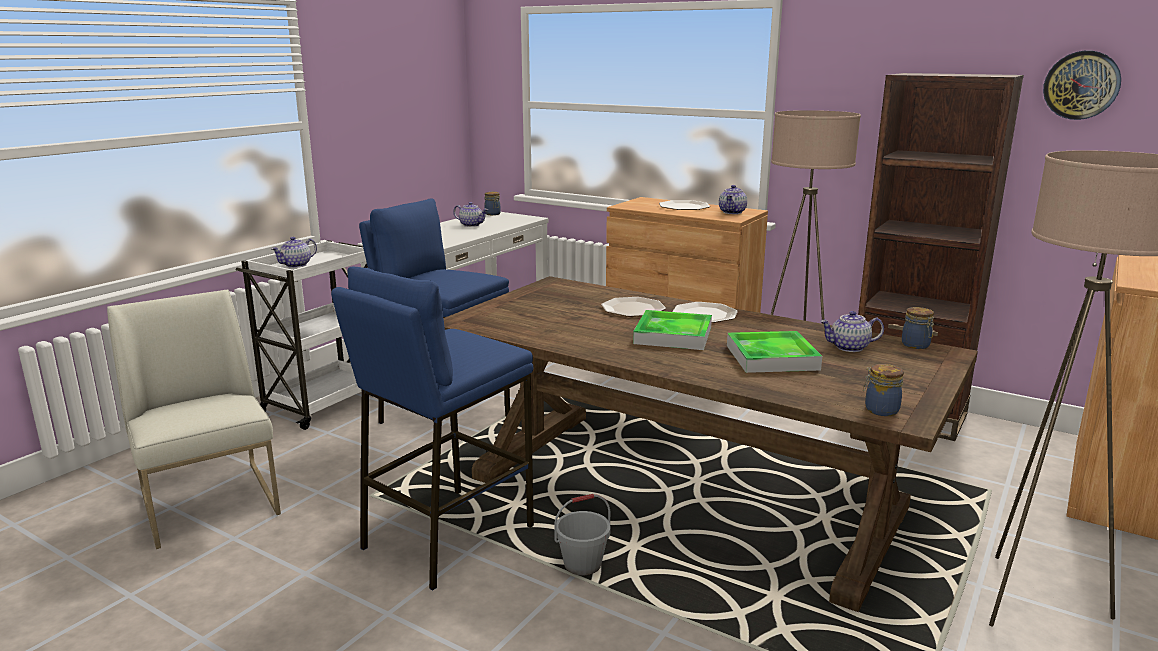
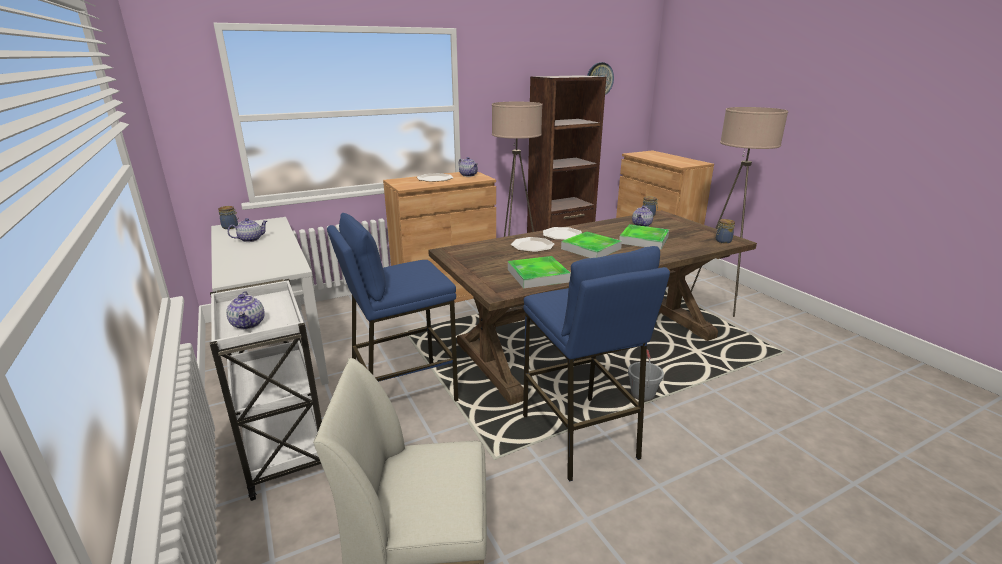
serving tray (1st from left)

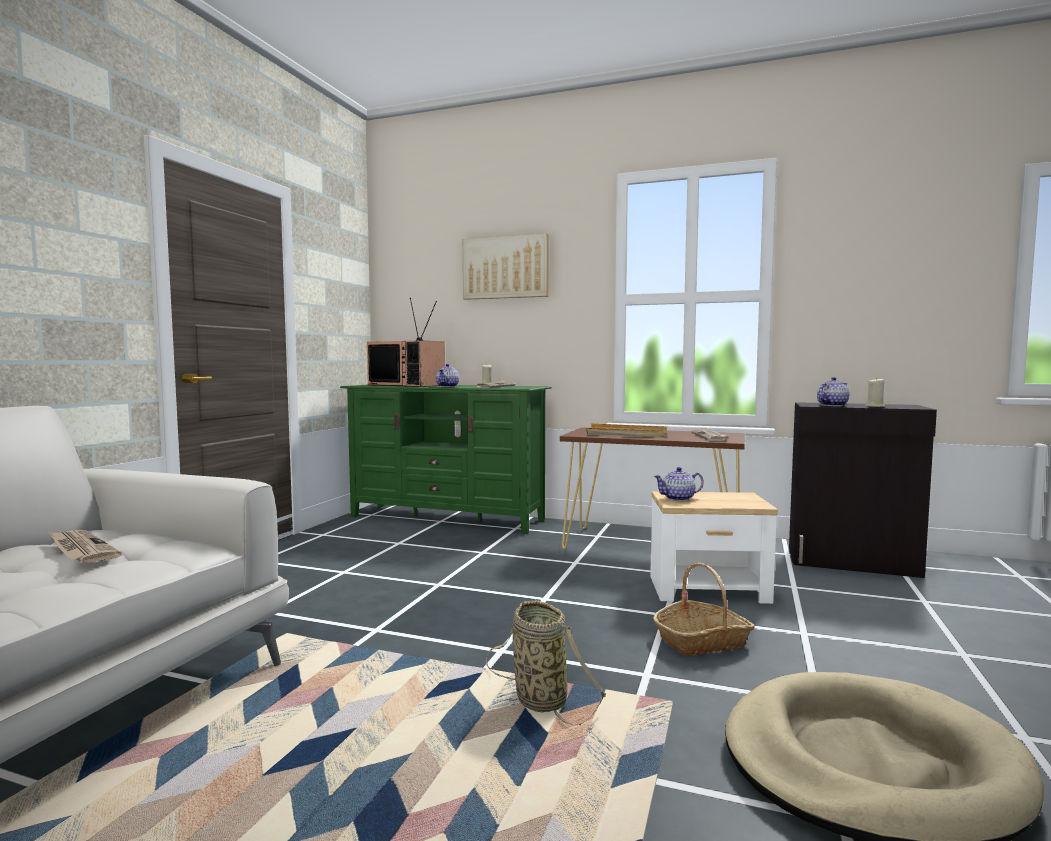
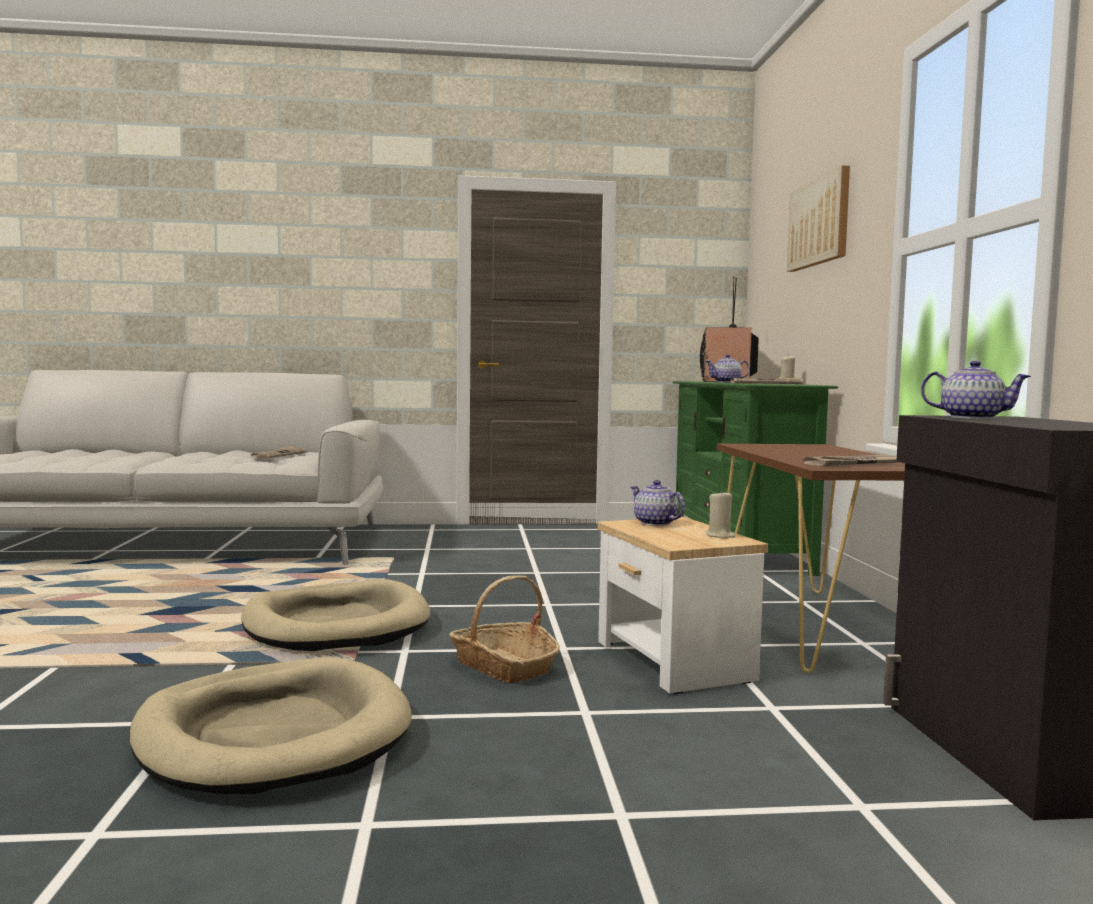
serving tray (beige-coloured); candle (beige-coloured) (1st from left); pet bed (beige-coloured) (2nd from left)

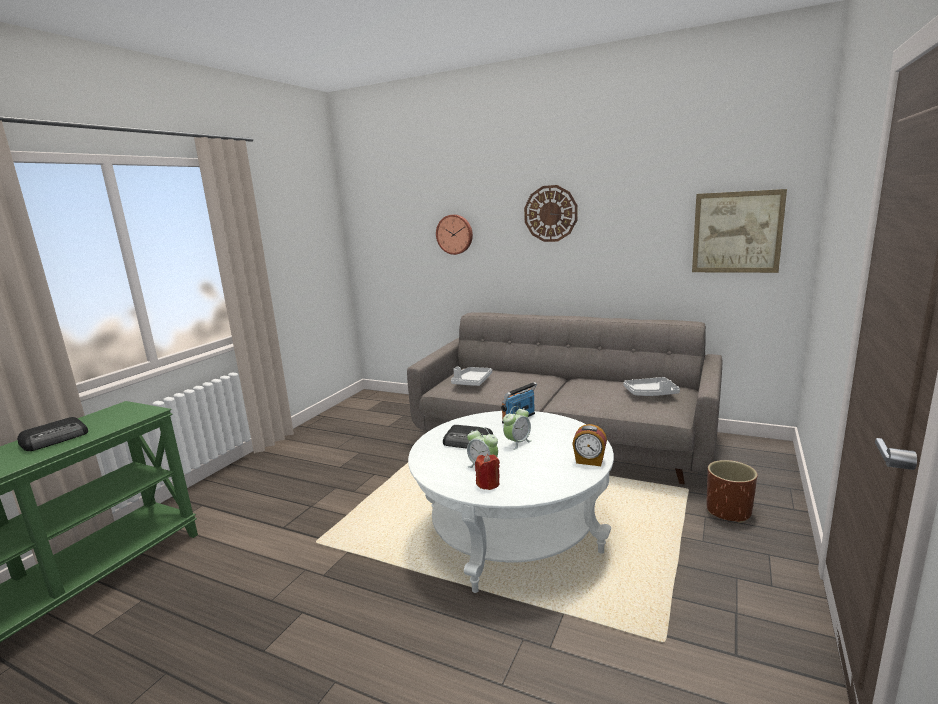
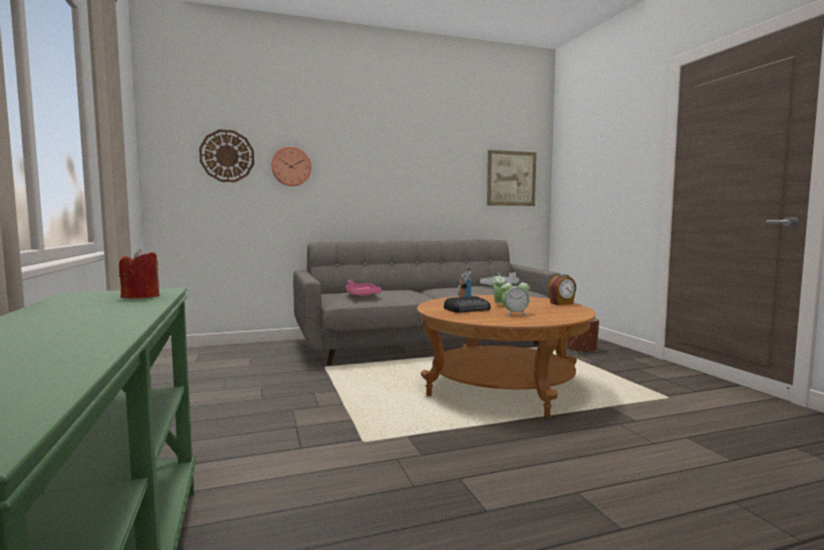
radio receiver (1st from left in the first image); candle (red-coloured); clock on the wall (1st from left); coffee table (brown-coloured); serving tray (pinkish)

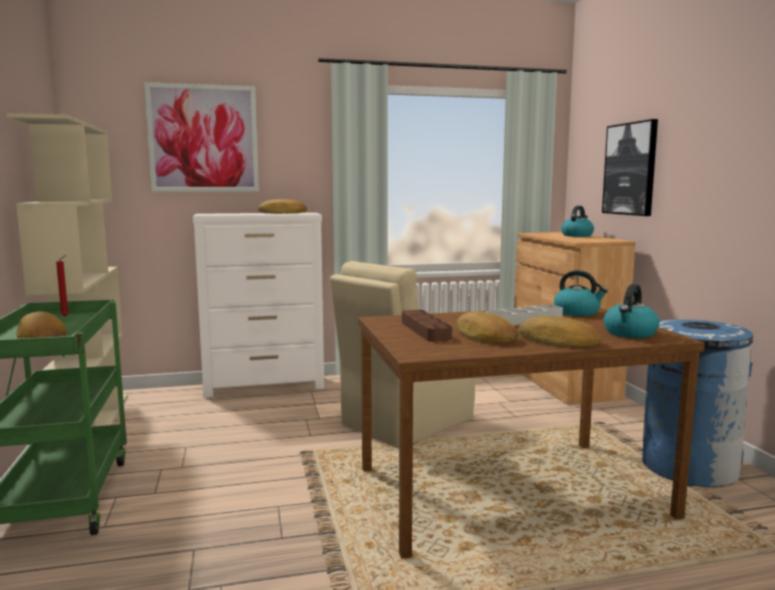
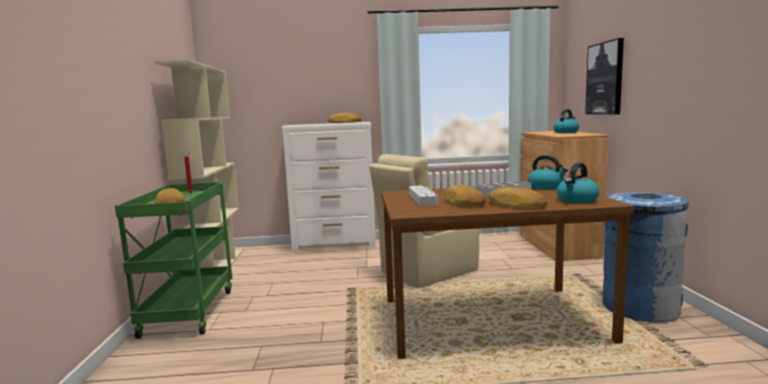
wall picture (1st from left in the first image); serving tray (greyish) (1st from left)

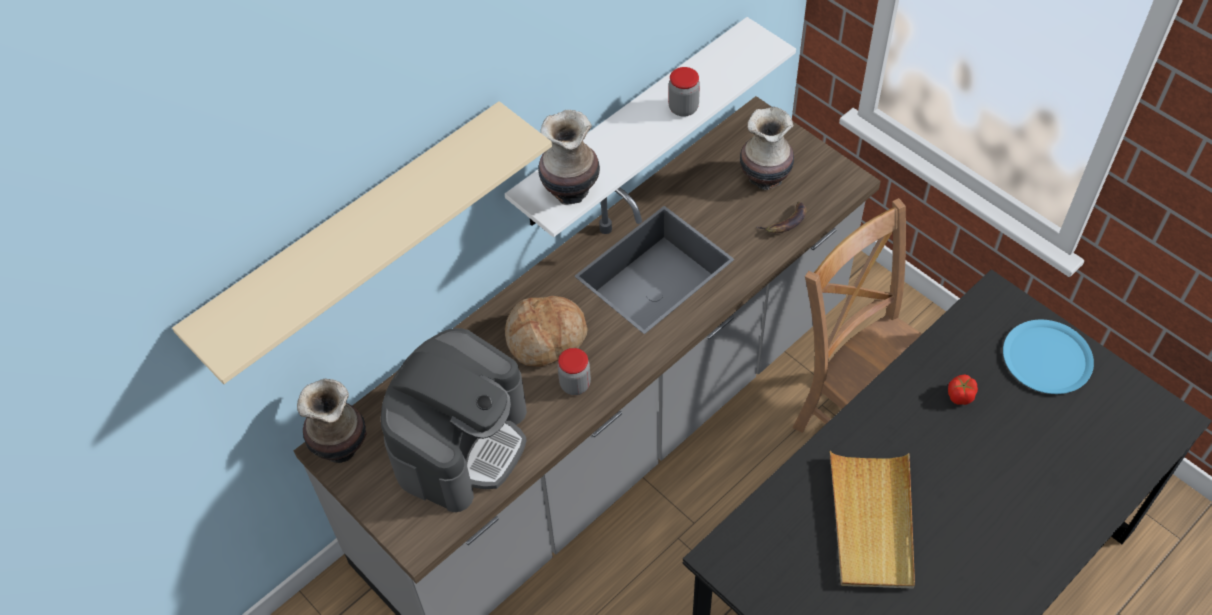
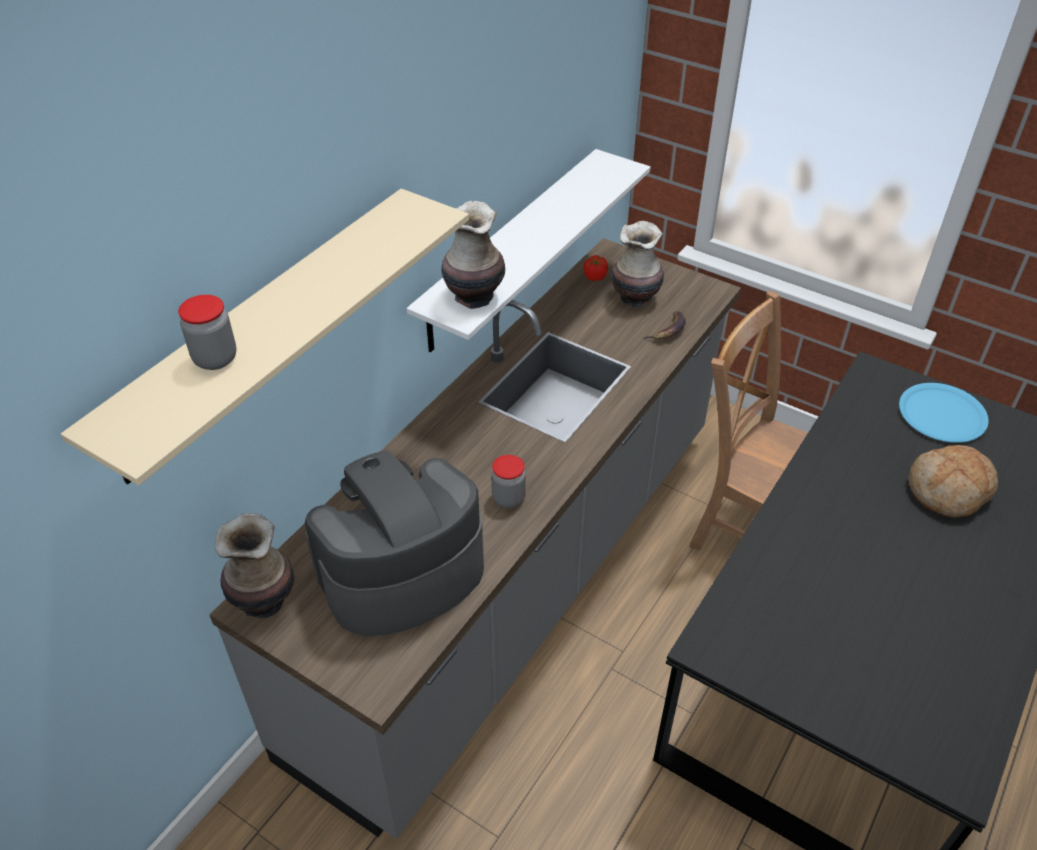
serving tray (beige-coloured); bakery bread; jar (1st from left); whole tomato; coffee maker

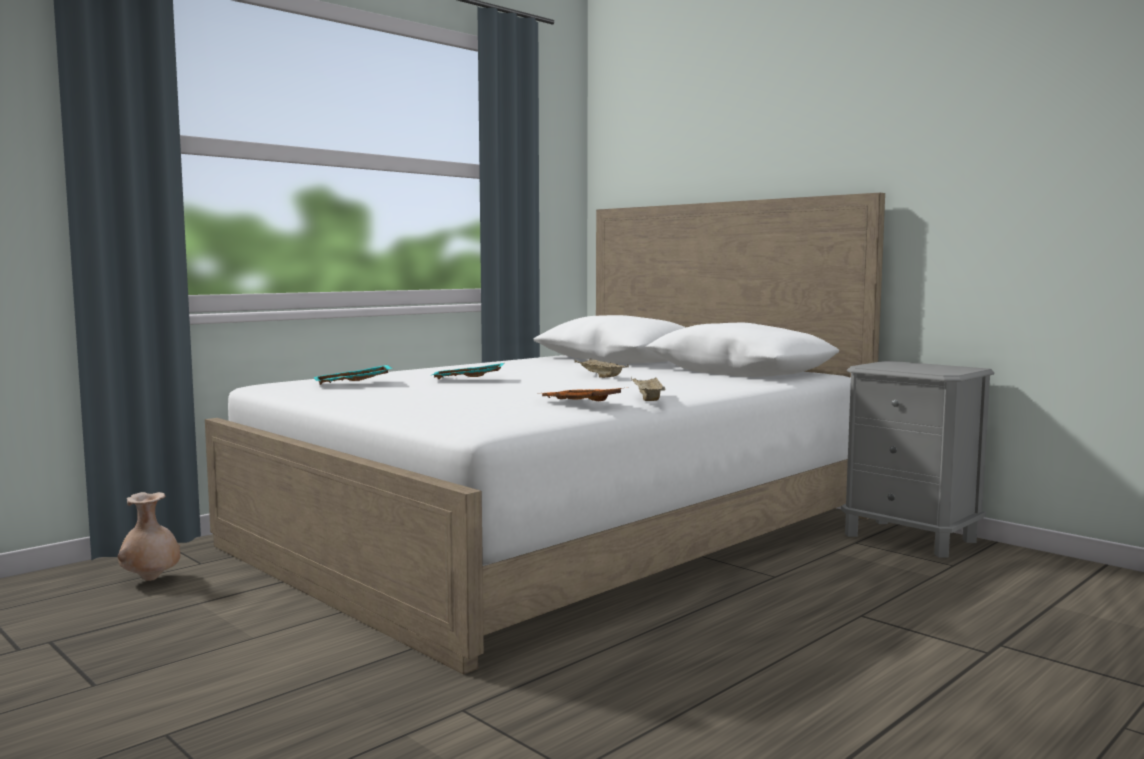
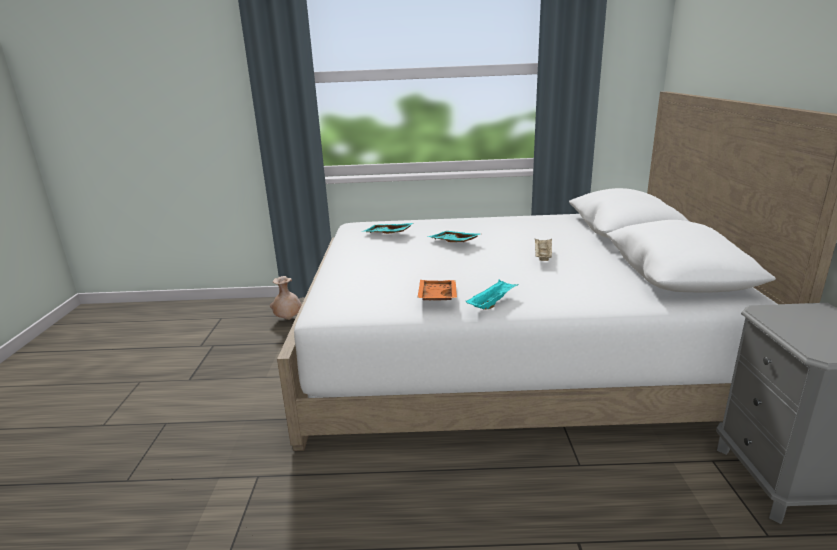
serving tray (turquoise) (3rd from left)

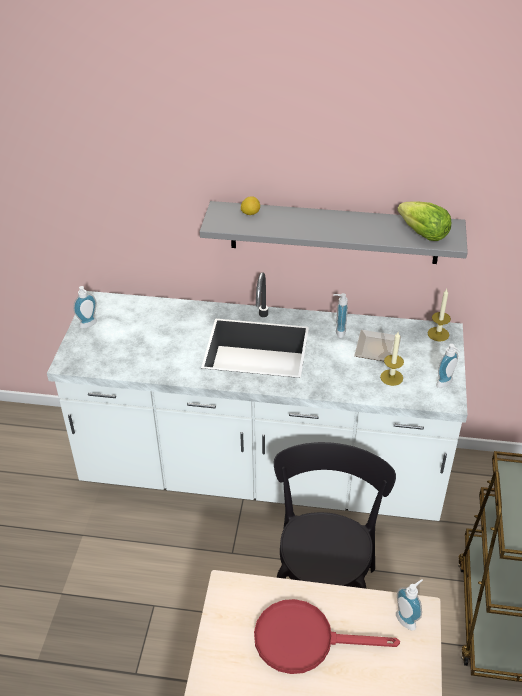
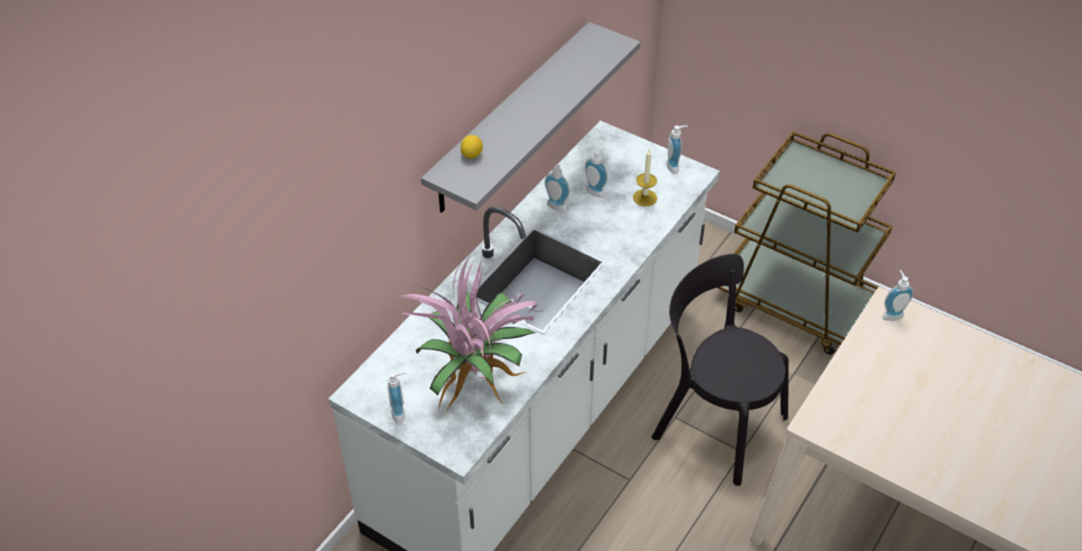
frying pan (red-coloured); lettuce; candle (2nd from left in the first image); houseplant; soap dispenser (3rd from left)

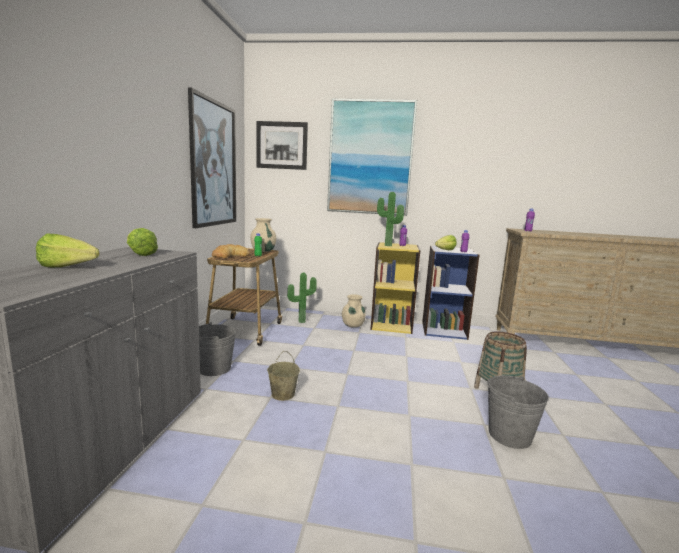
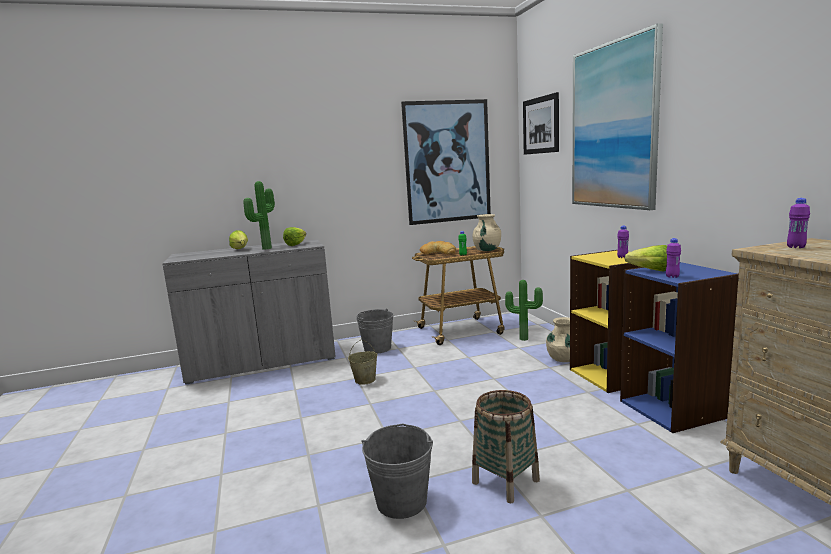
houseplant (1st from left)

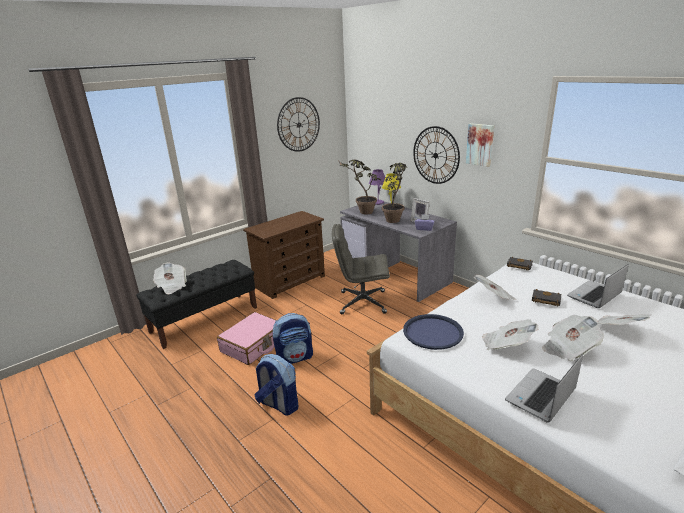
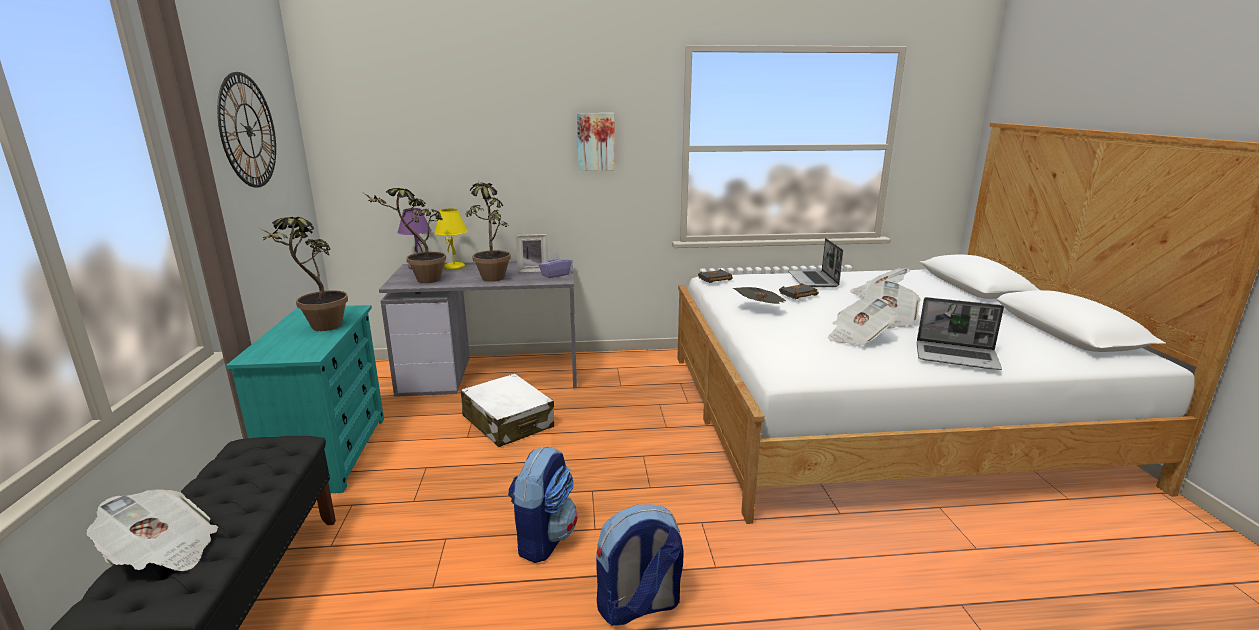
travel case (pinkish); serving tray (blue); clock on the wall (2nd from left in the first image); houseplant (1st from left); travel case (white); chest of drawers (turquoise); portable computer (2nd from left)

